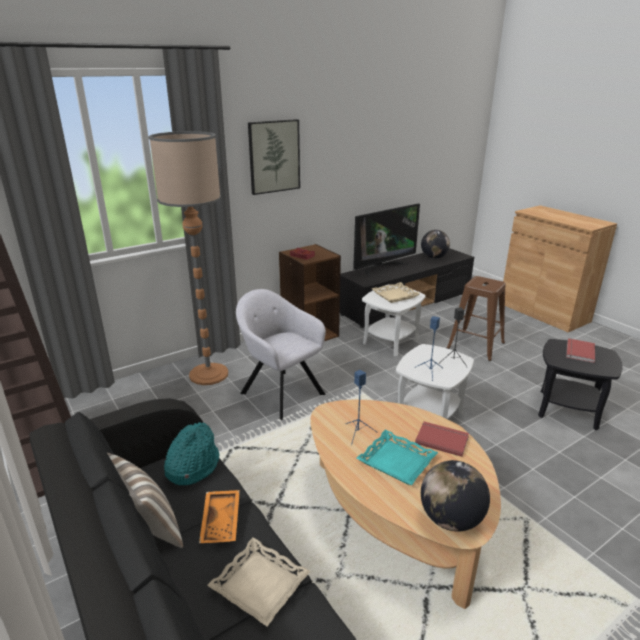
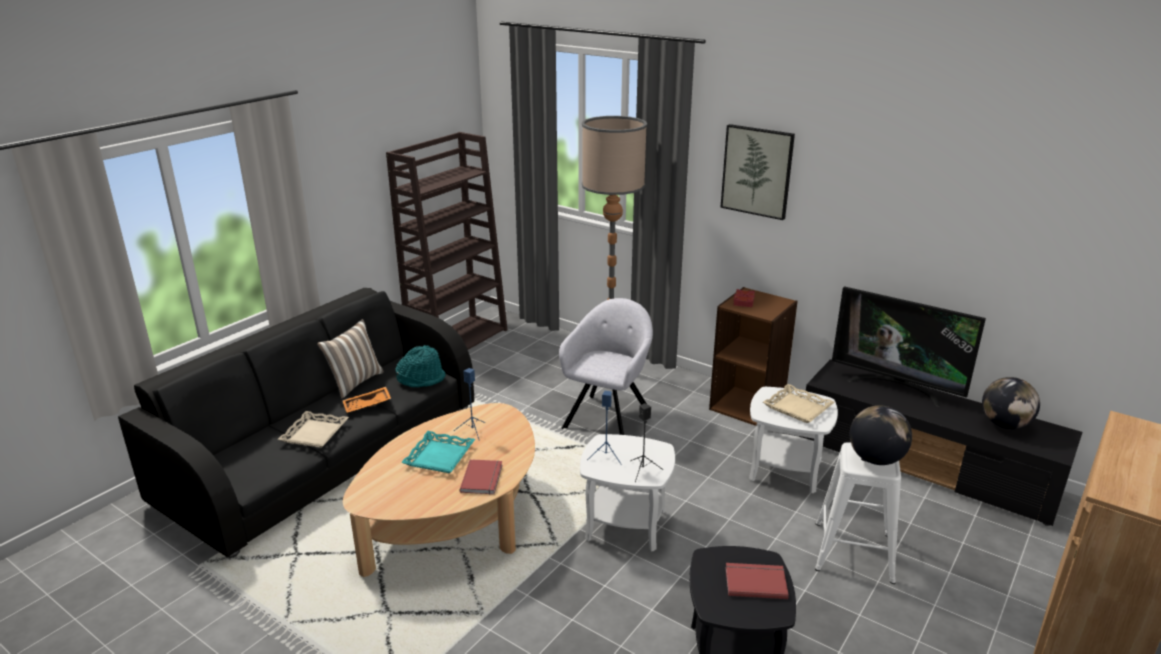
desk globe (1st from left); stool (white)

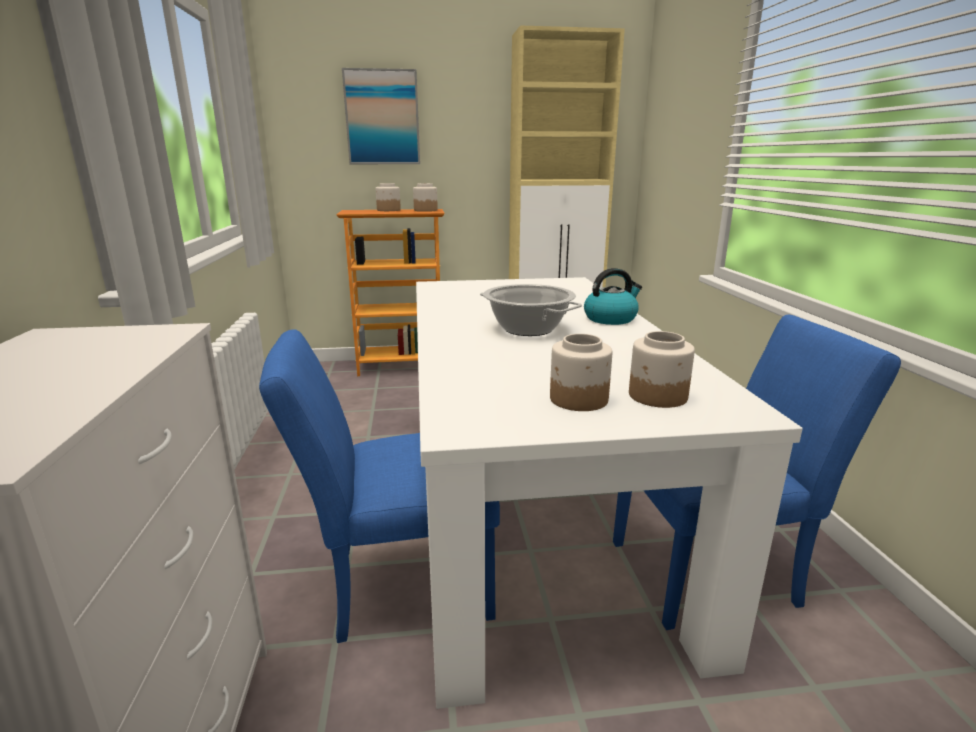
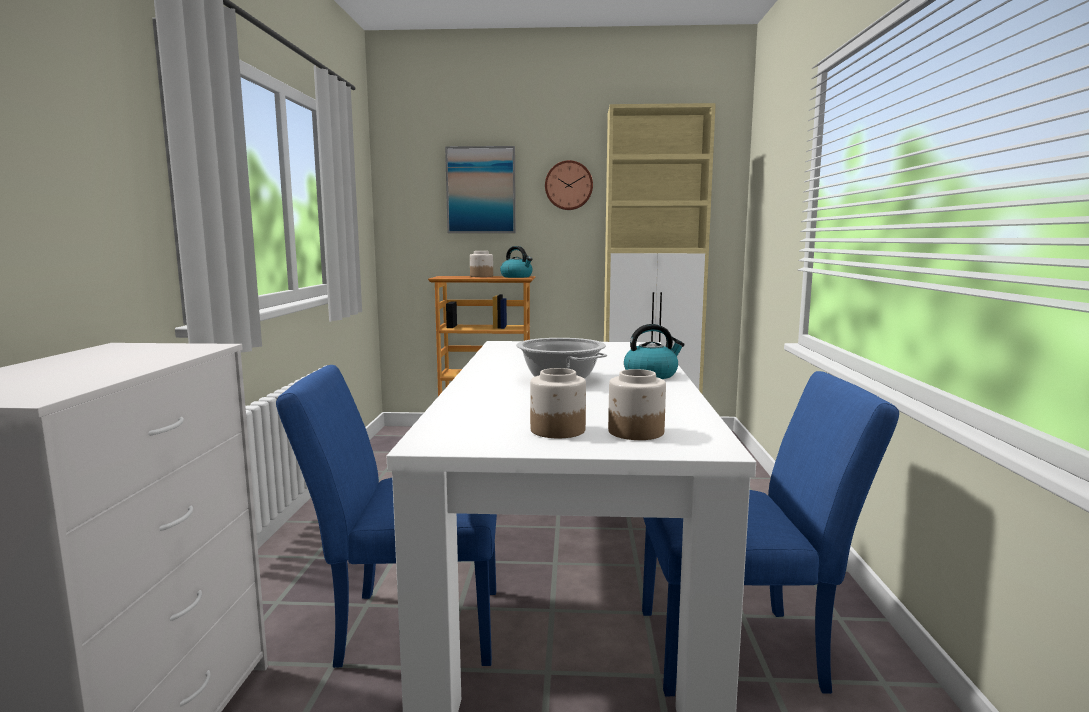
clock on the wall; water kettle (1st from left)

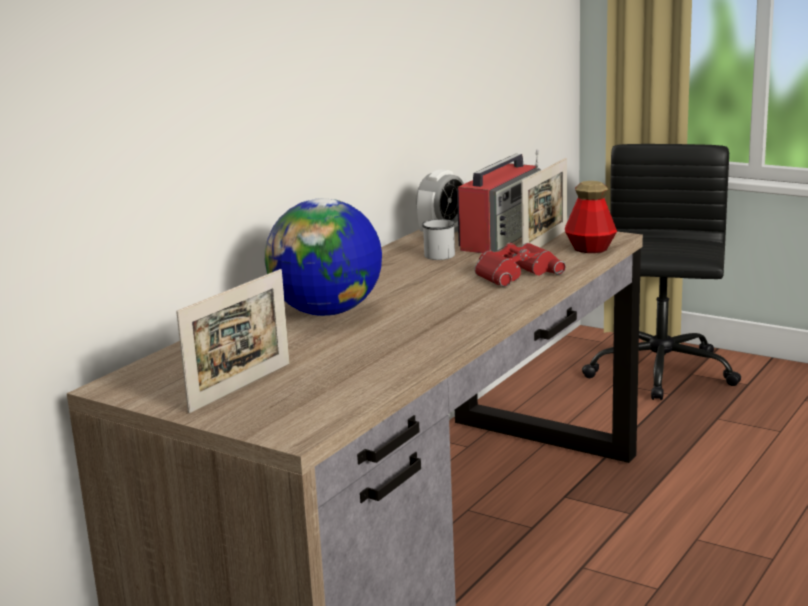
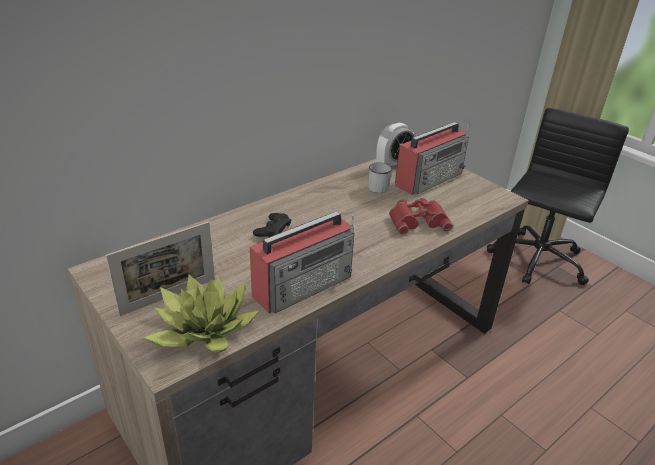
picture frame (2nd from left in the first image); bottle; houseplant; radio receiver (1st from left); game controller (blackish)

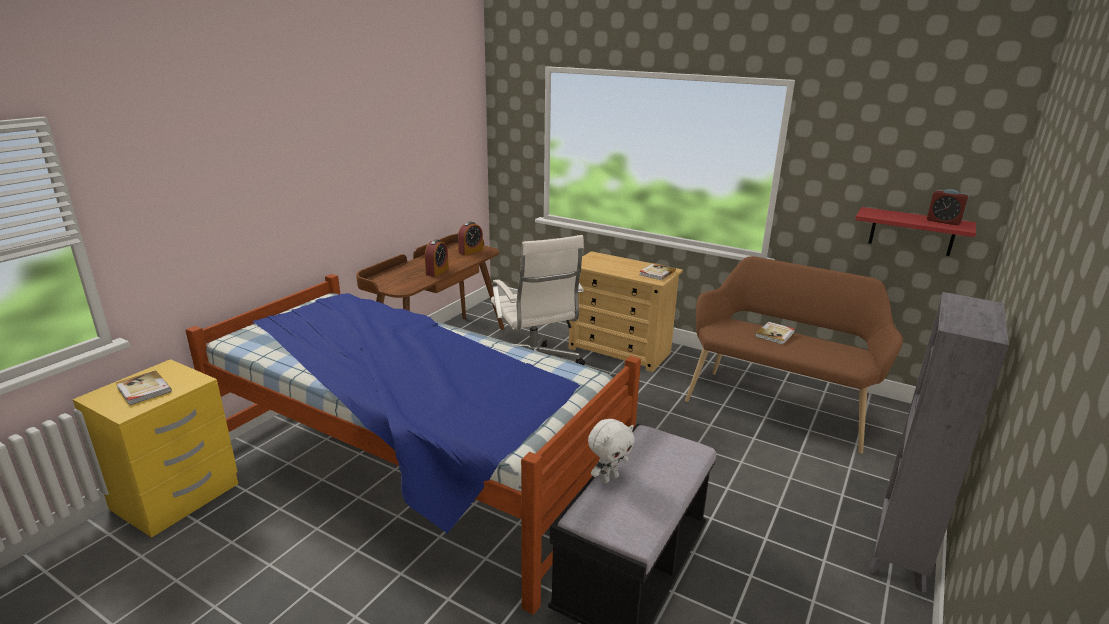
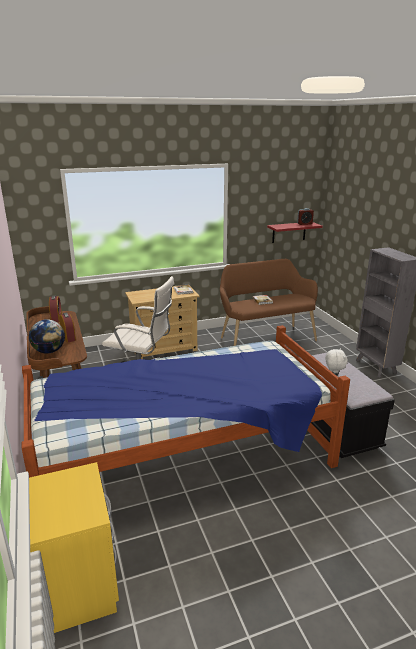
volume (1st from left in the first image); desk globe

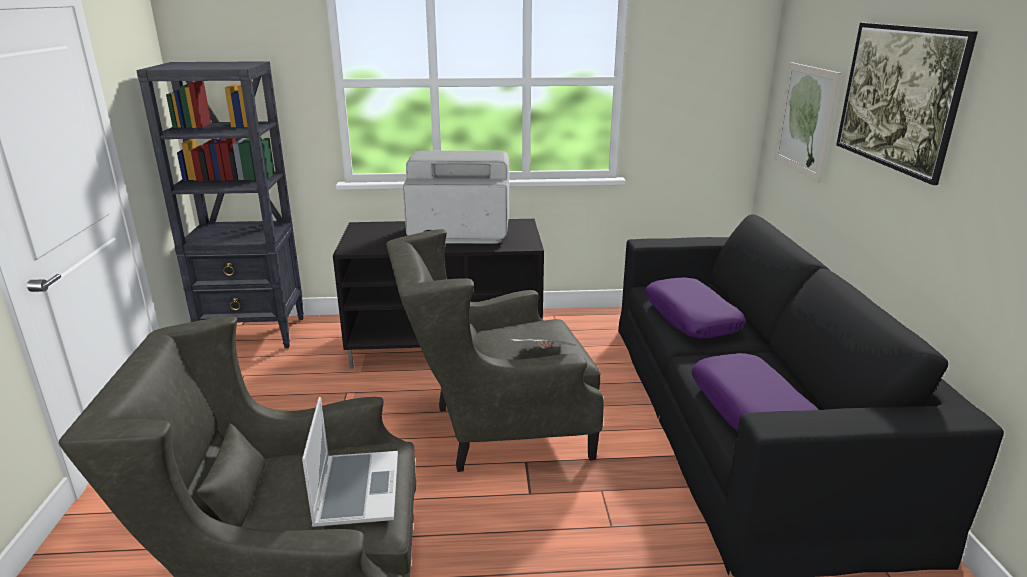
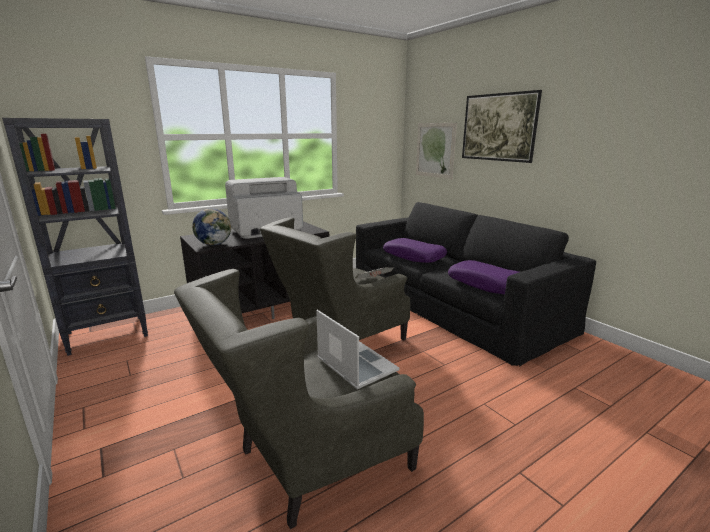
desk globe

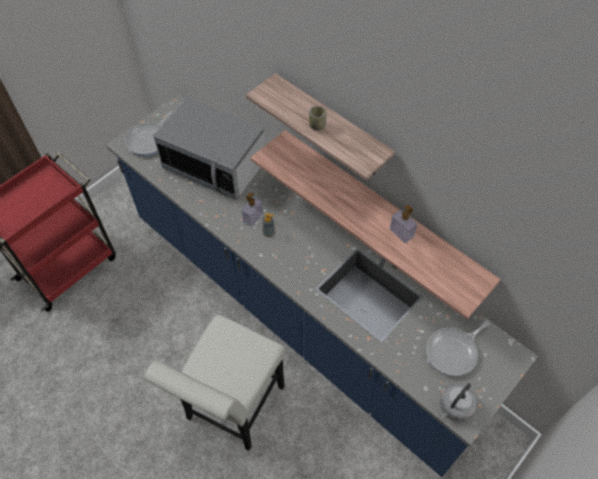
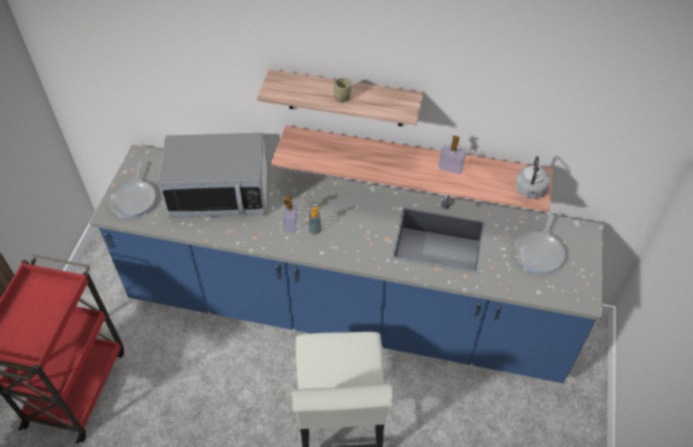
water kettle (greyish)

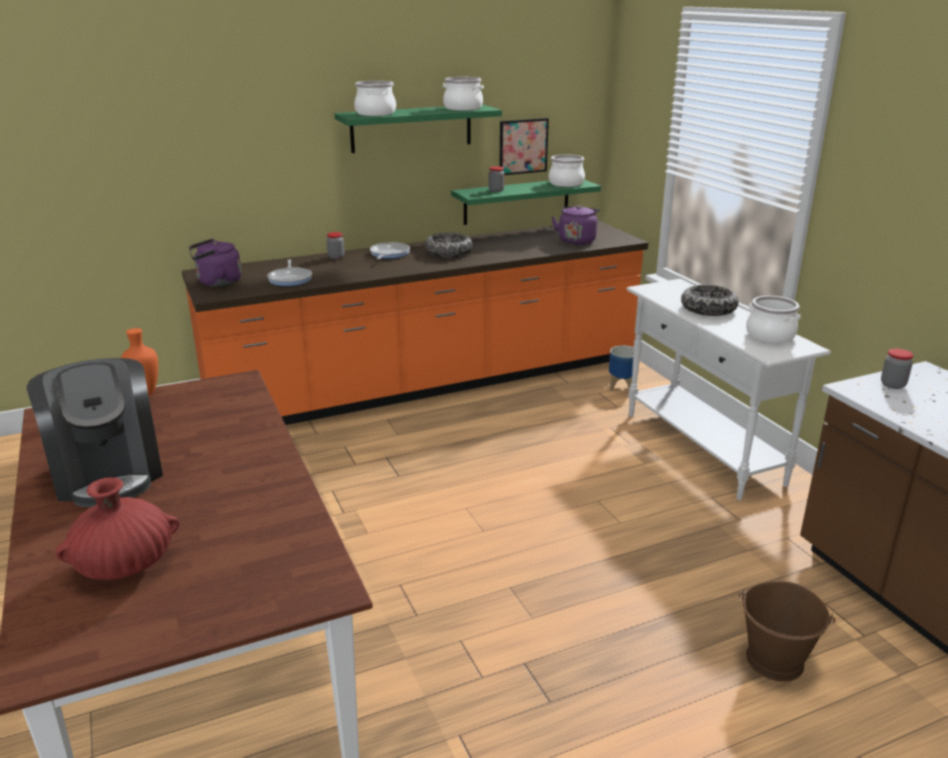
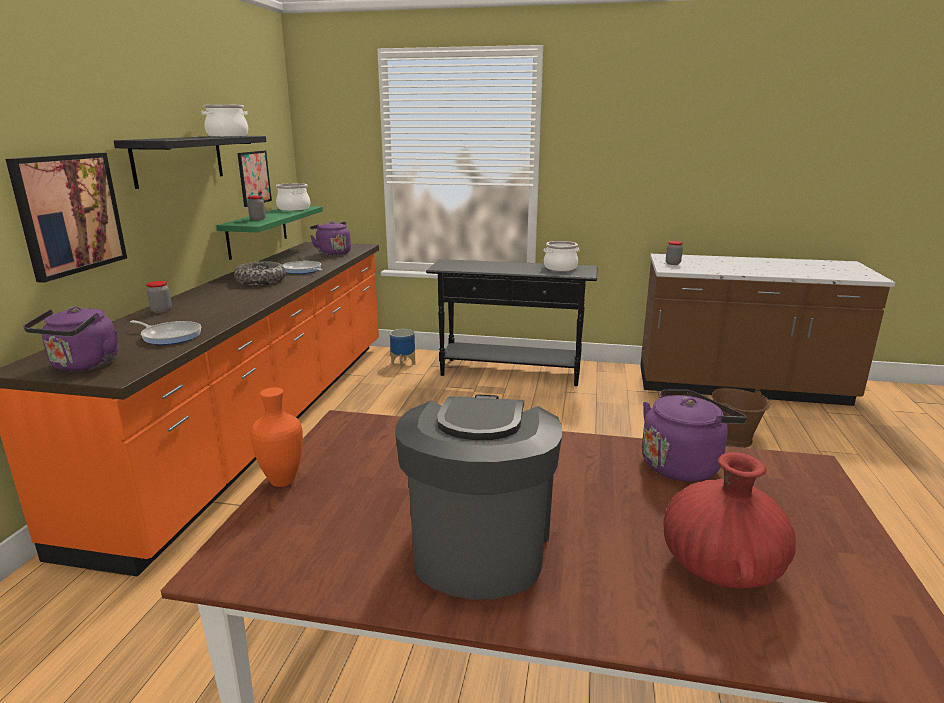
saucepot (1st from left in the first image); deep dish (2nd from left in the first image); wall picture (1st from left); water kettle (purple-coloured) (3rd from left); frying pan (2nd from left); wall shelf (blackish); console table (blackish); coffee maker

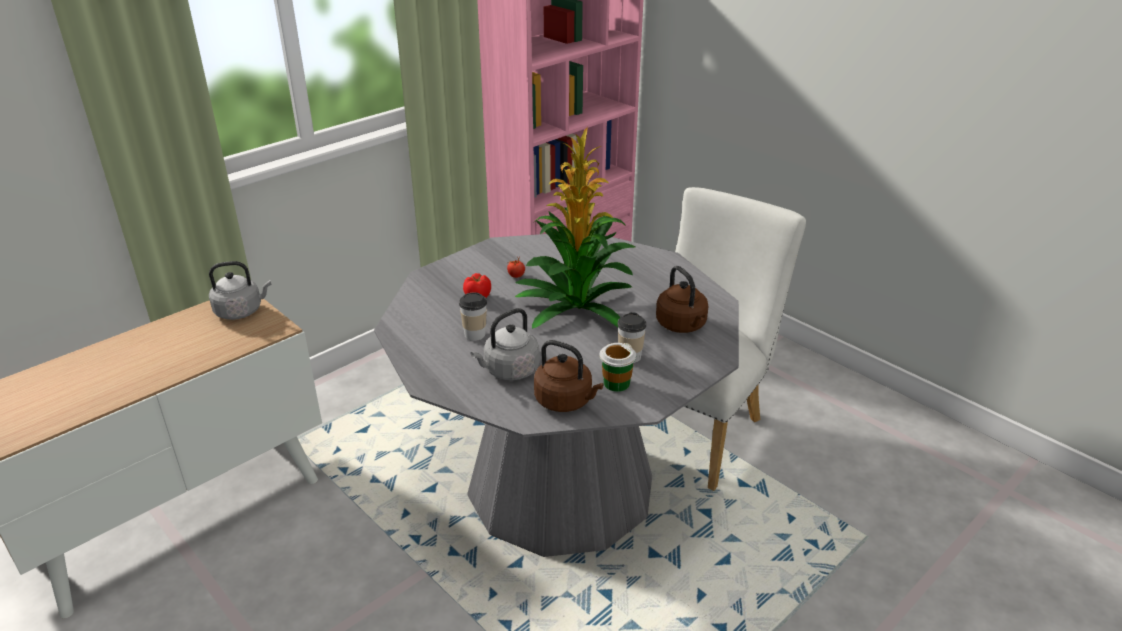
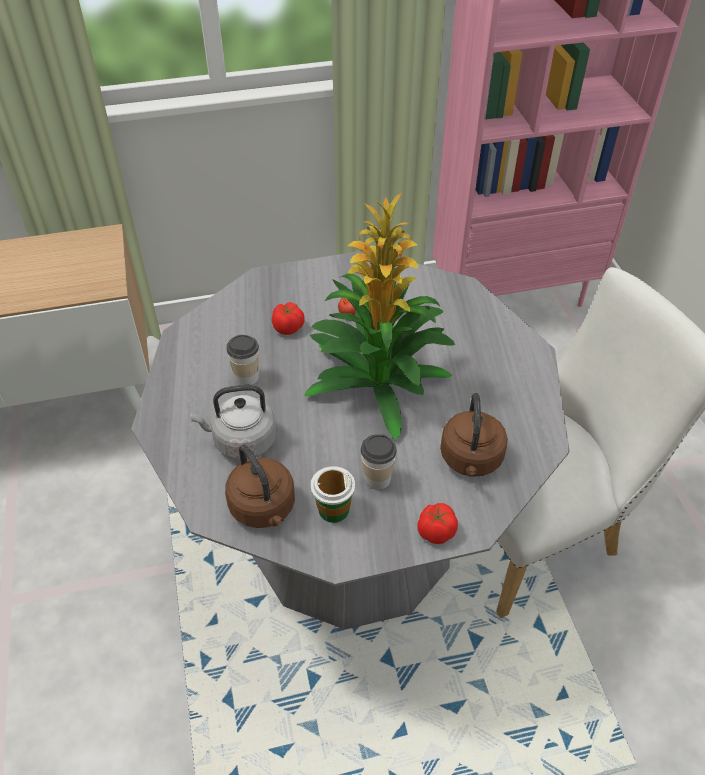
water kettle (greyish) (1st from left in the first image); whole tomato (3rd from left)

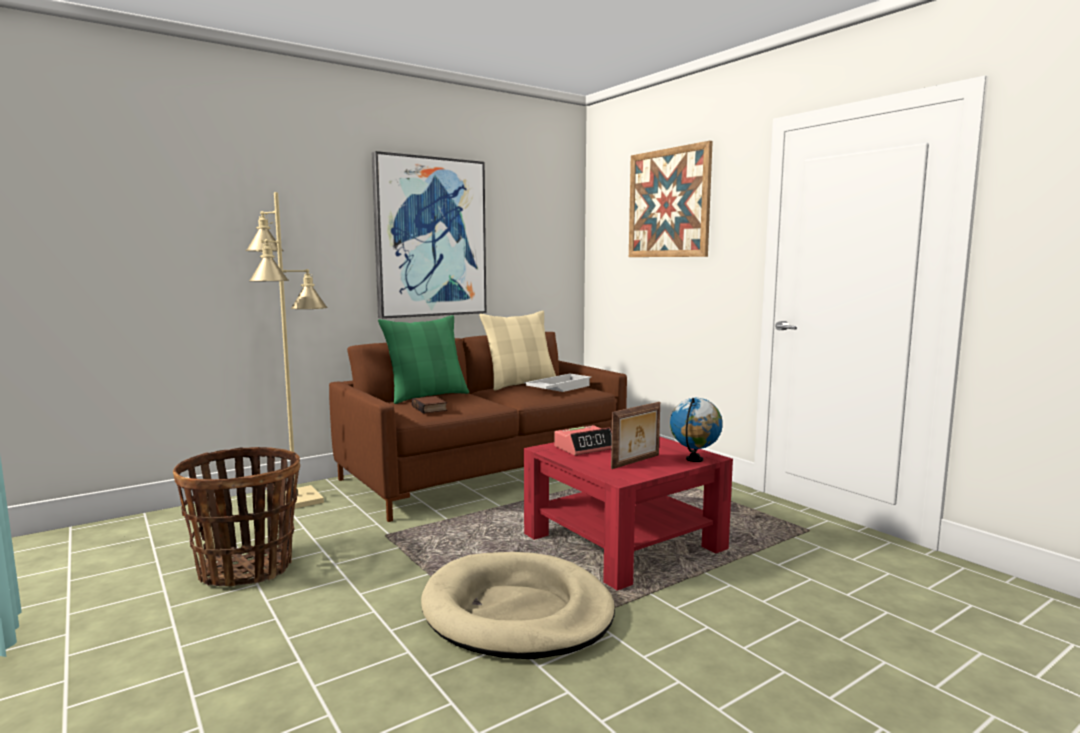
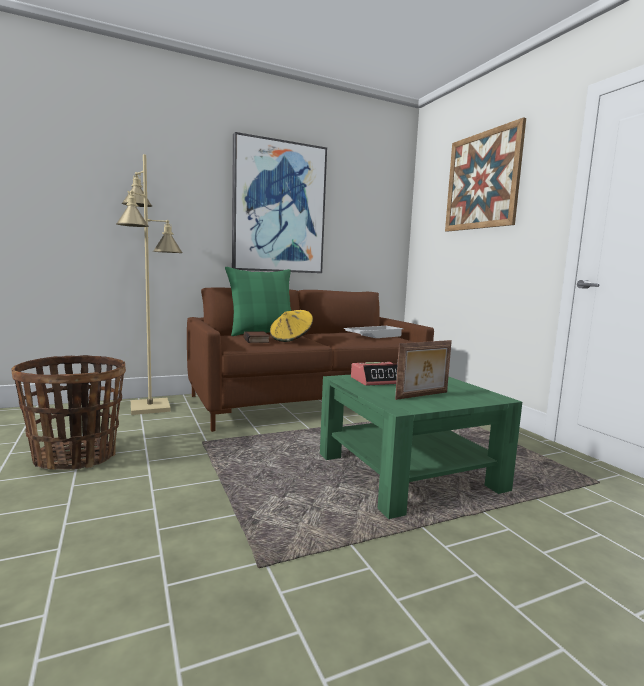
pet bed (beige-coloured); cushion (beige-coloured); desk globe; clothing hat (yellow); coffee table (greenish)

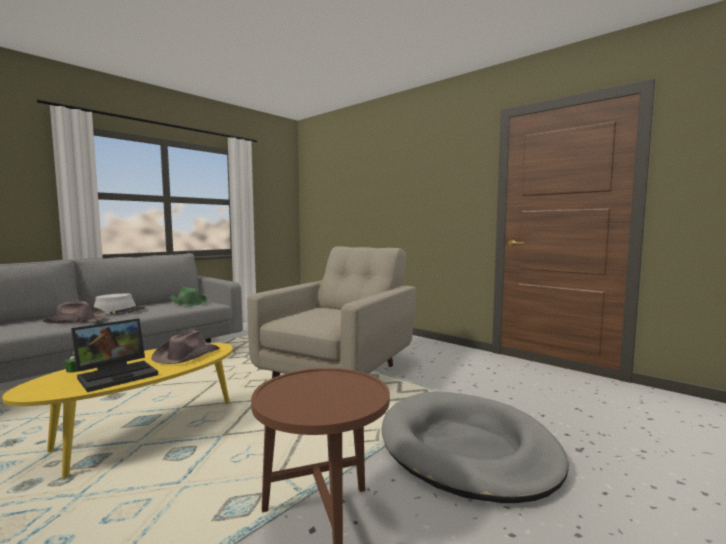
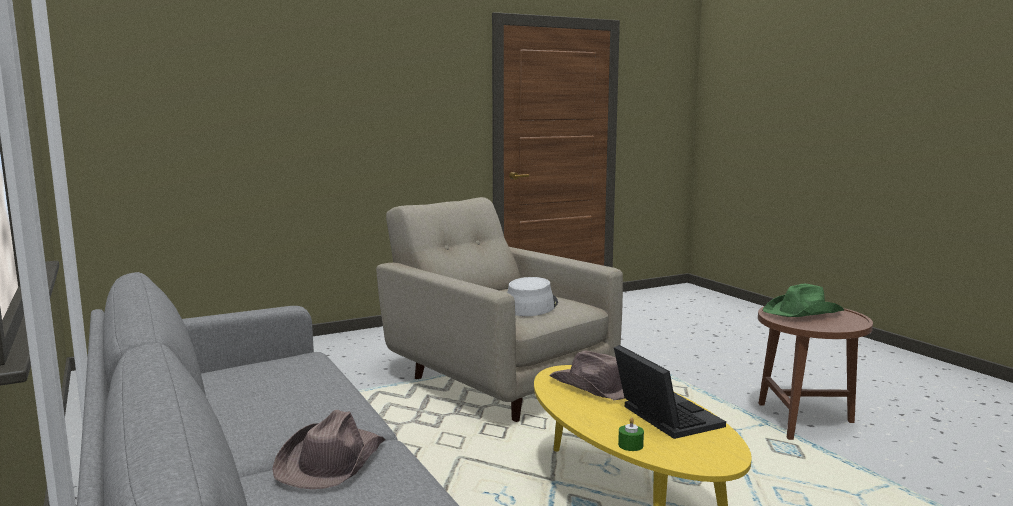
pet bed (greyish); clothing hat (greyish); clothing hat (greenish)

